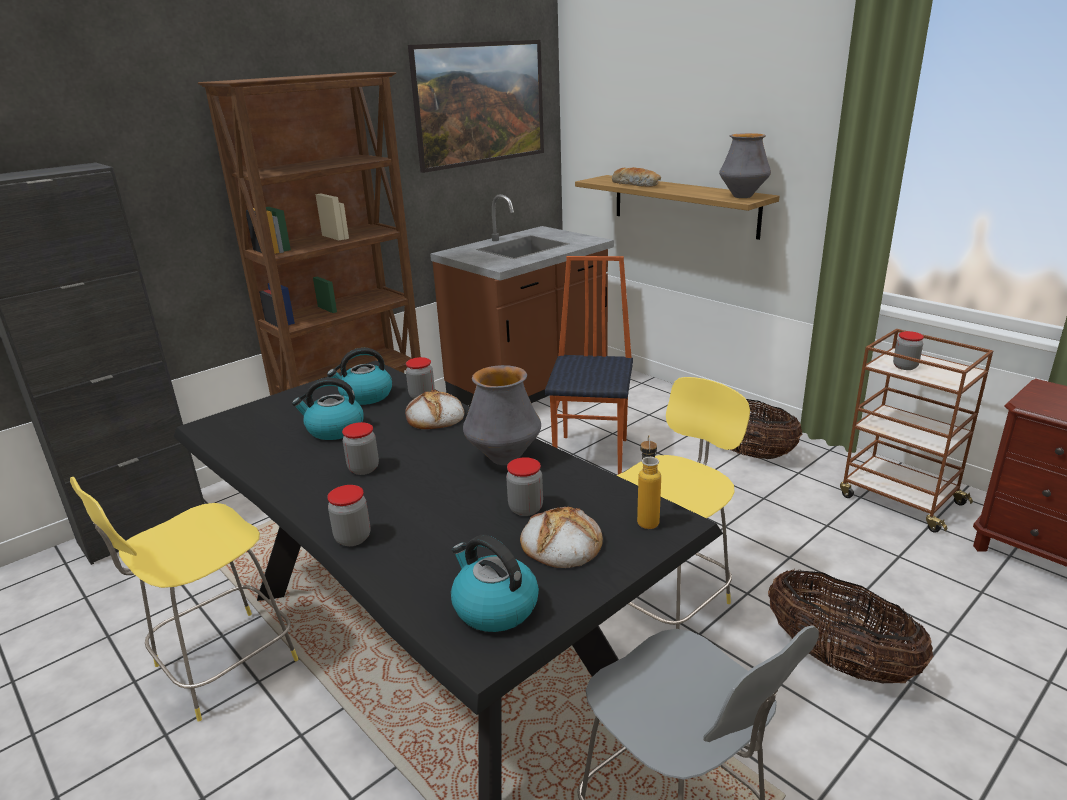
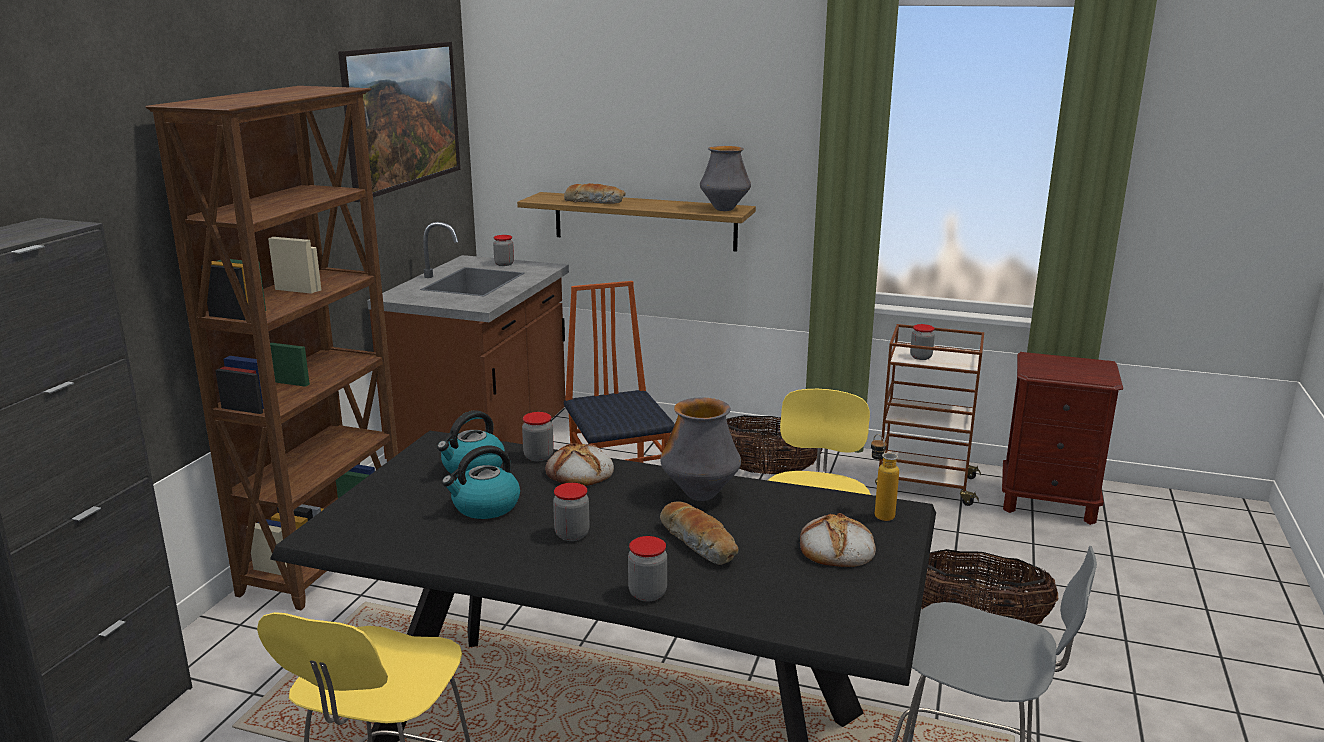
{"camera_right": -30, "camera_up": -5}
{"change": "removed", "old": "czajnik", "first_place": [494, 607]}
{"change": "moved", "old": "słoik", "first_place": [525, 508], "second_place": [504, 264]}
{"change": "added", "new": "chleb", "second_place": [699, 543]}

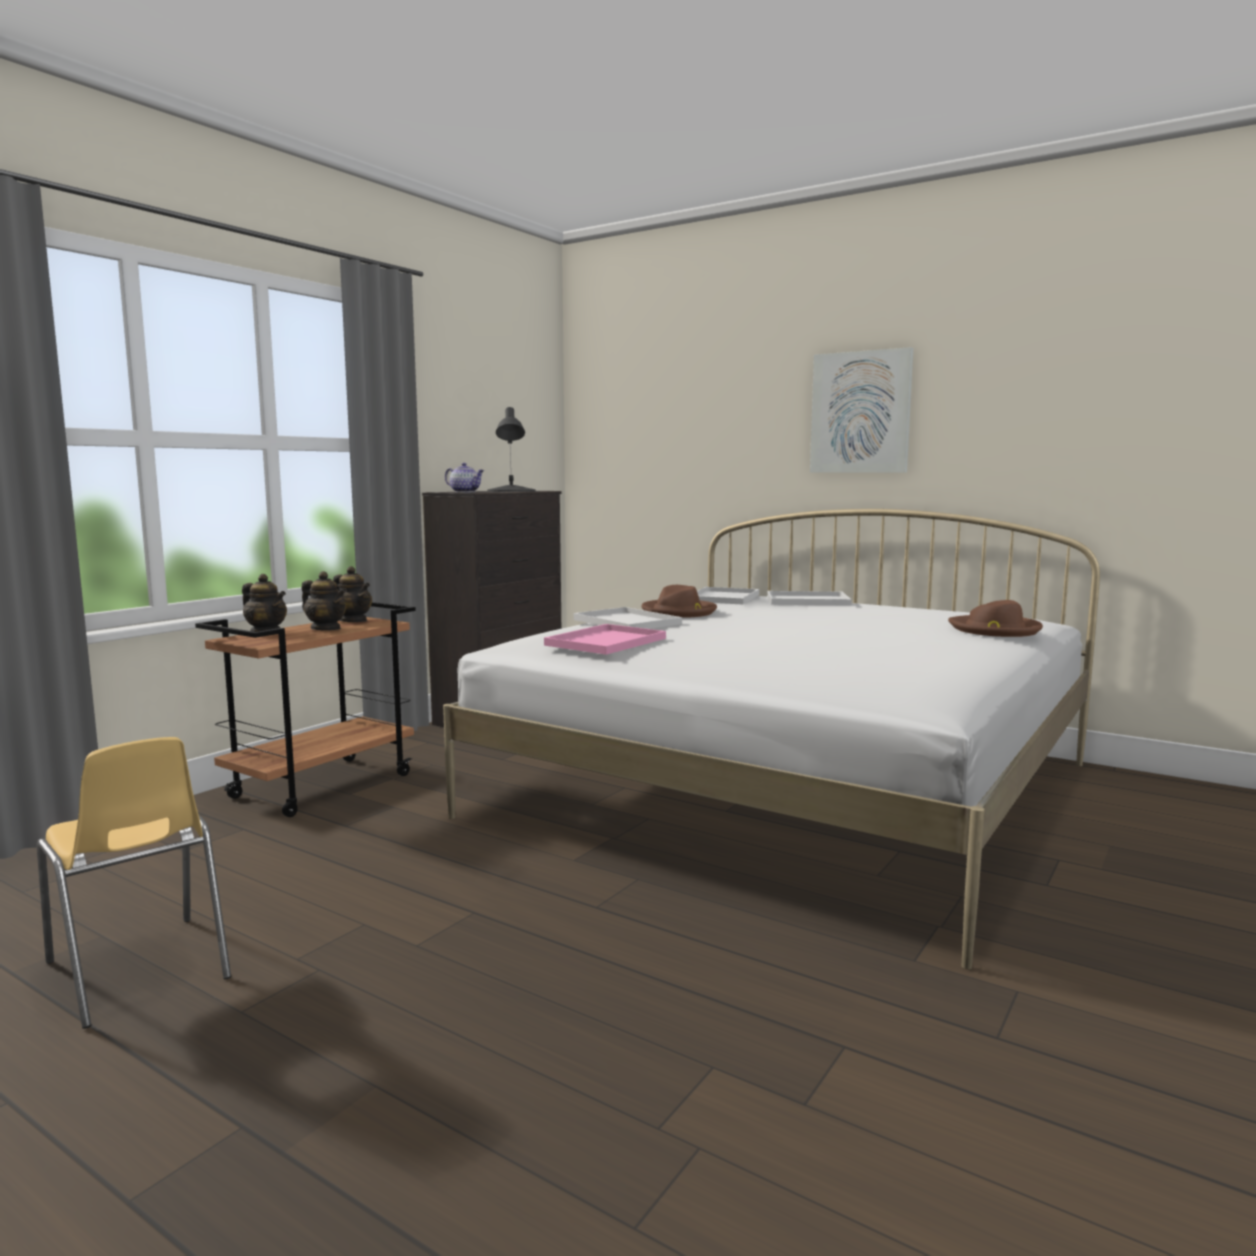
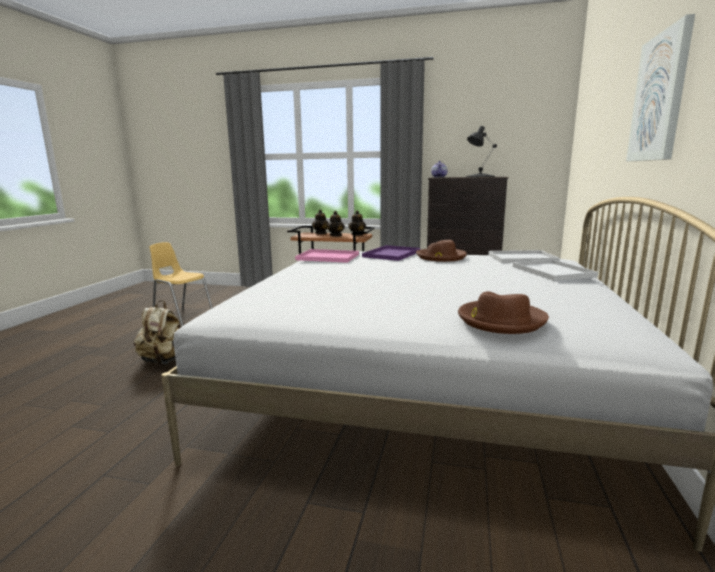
{"camera_right": 70, "camera_up": 5}
{"change": "turned", "old": "krzesło/żółty", "first_place": [139, 971], "second_place": [183, 317], "degrees": 90}
{"change": "recoloured", "old": "taca/biały", "new": "taca/fioletowy", "first_place": [629, 622], "second_place": [391, 254]}
{"change": "added", "new": "plecak/beżowy", "second_place": [163, 361]}

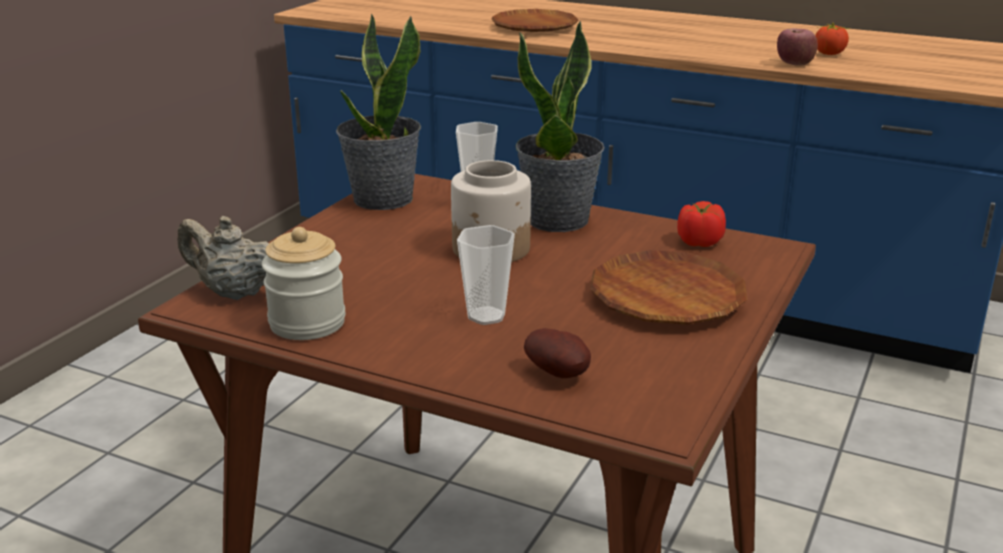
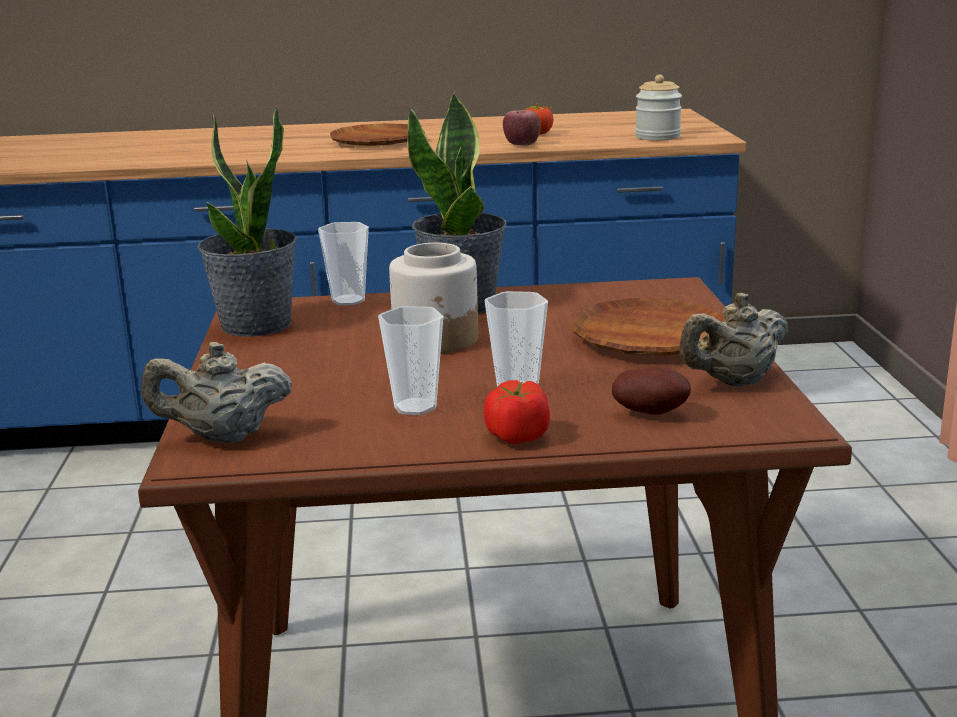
{"camera_right": -30, "camera_up": -5}
{"change": "moved", "old": "słoik", "first_place": [307, 323], "second_place": [657, 137]}
{"change": "moved", "old": "talerz/brązowy", "first_place": [534, 27], "second_place": [377, 142]}
{"change": "moved", "old": "pomidor", "first_place": [699, 242], "second_place": [517, 437]}
{"change": "added", "new": "filiżanka", "second_place": [415, 407]}
{"change": "added", "new": "imbryk/beżowy", "second_place": [733, 382]}

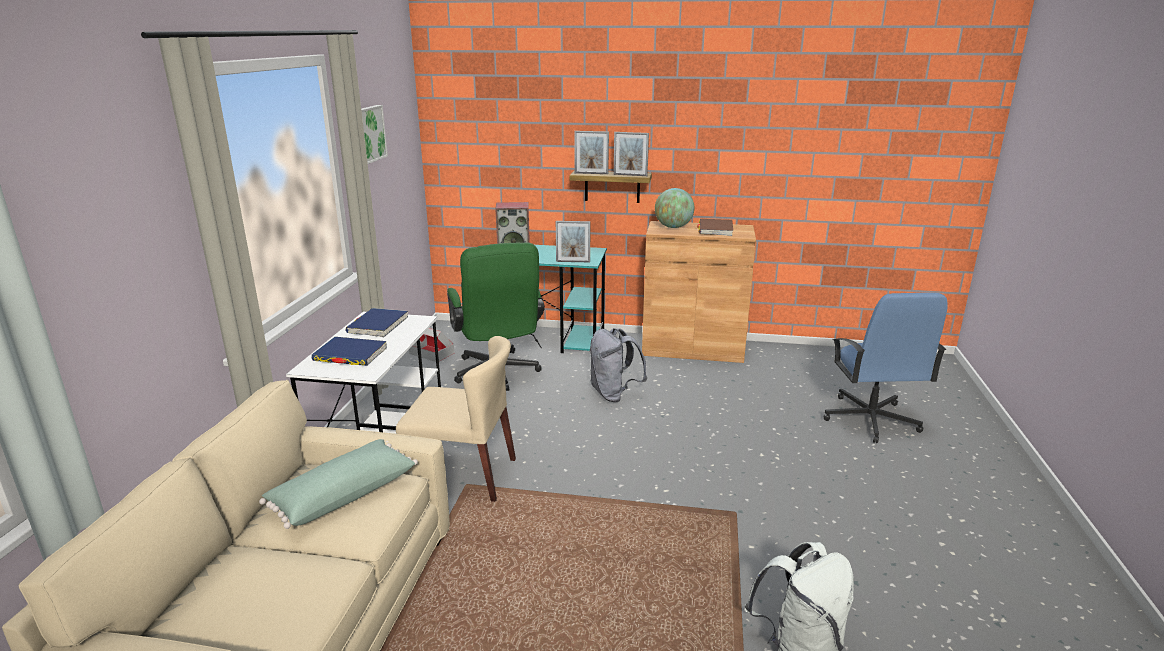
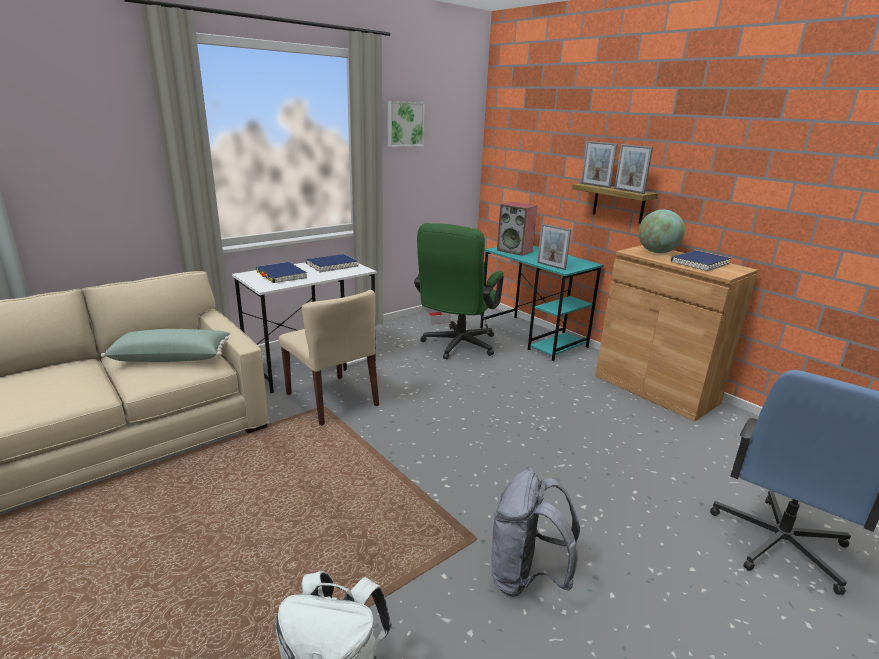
{"camera_right": 40, "camera_up": 0}
{"change": "moved", "old": "plecak/szary", "first_place": [614, 394], "second_place": [526, 577]}
{"change": "recoloured", "old": "książka/brązowy", "new": "książka/niebieski", "first_place": [715, 229], "second_place": [699, 263]}

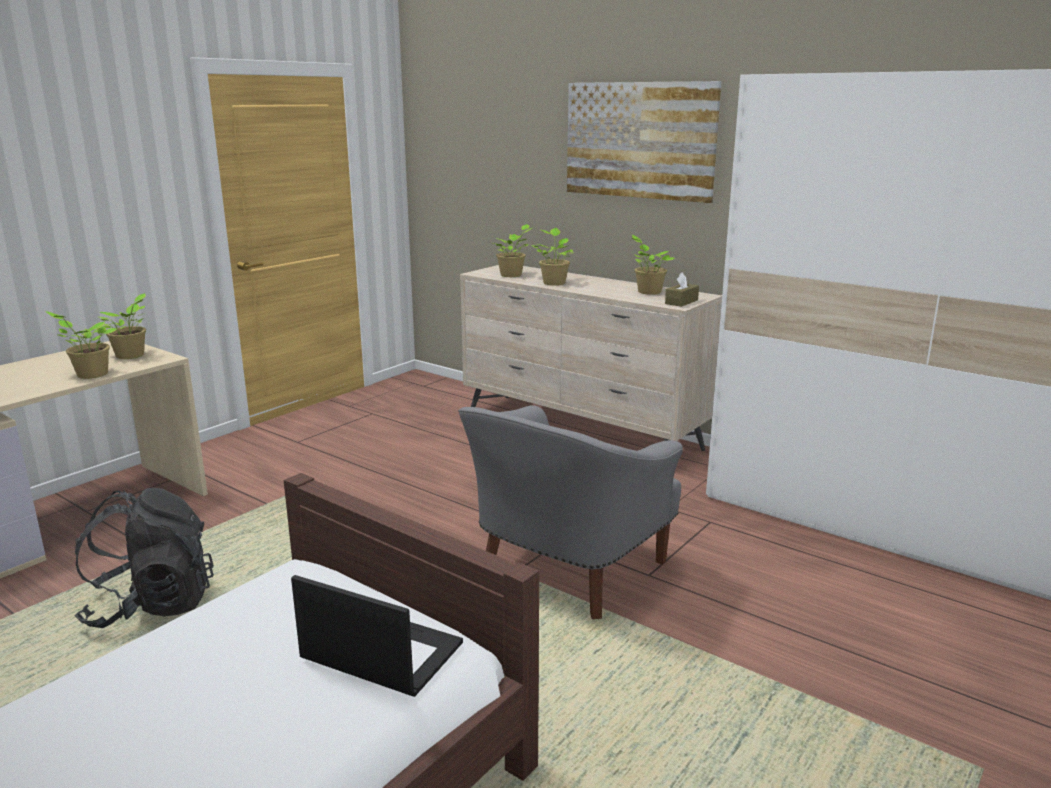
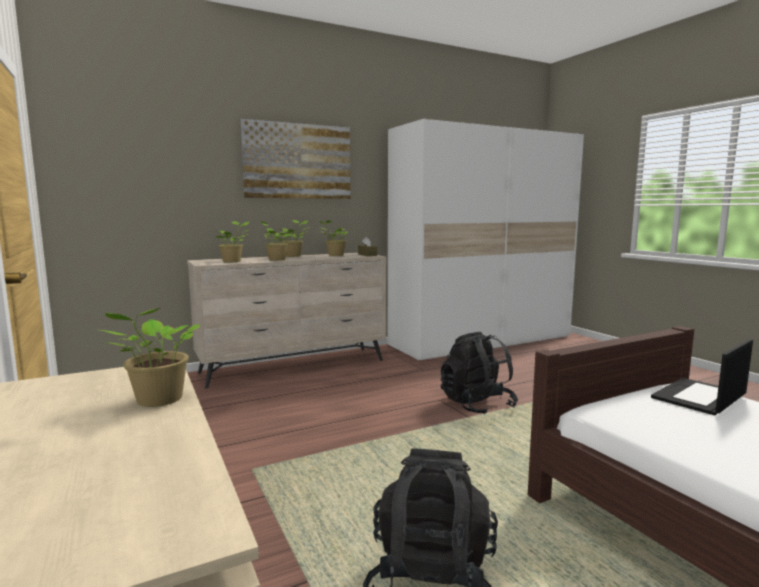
{"camera_right": -65, "camera_up": -10}
{"change": "moved", "old": "roślina doniczkowa", "first_place": [132, 356], "second_place": [294, 256]}
{"change": "replaced", "old": "fotel/szary", "new": "plecak/czarny", "first_place": [566, 571], "second_place": [476, 405]}

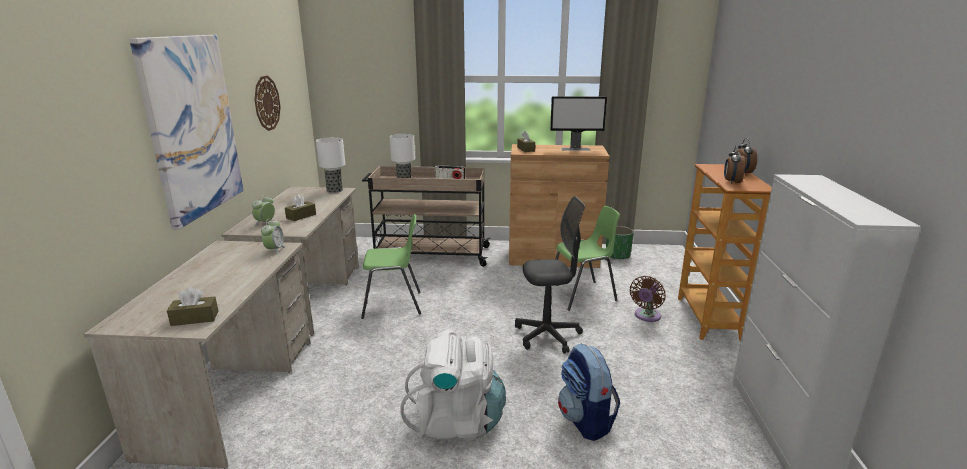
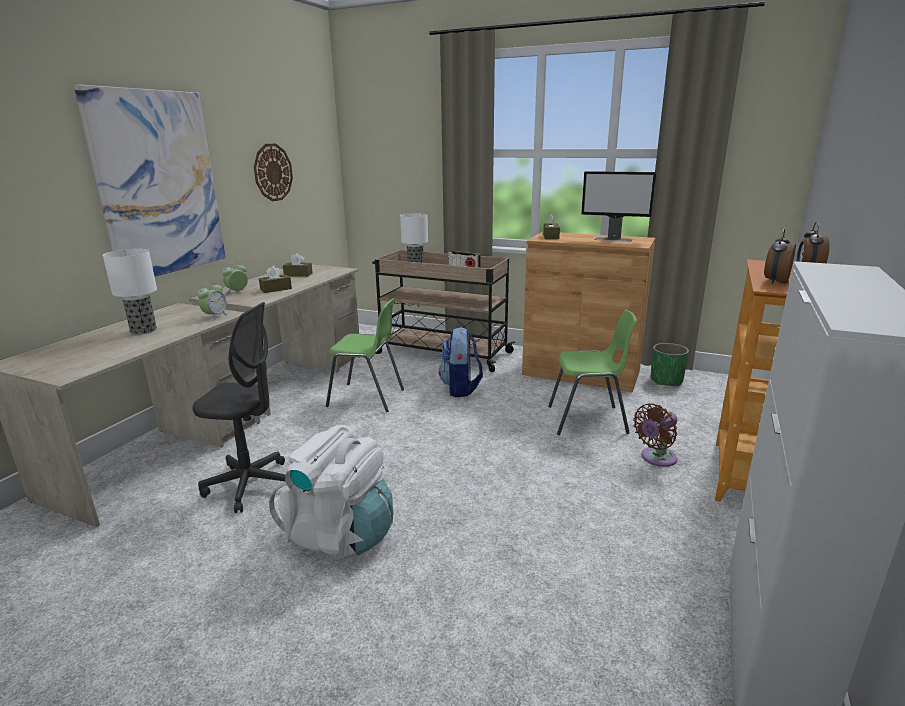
{"camera_right": 20, "camera_up": 0}
{"change": "moved", "old": "pudełko chusteczek/brązowy", "first_place": [195, 318], "second_place": [298, 274]}
{"change": "moved", "old": "lampa stołowa", "first_place": [334, 191], "second_place": [143, 331]}
{"change": "moved", "old": "krzesło biurowe/szary", "first_place": [547, 336], "second_place": [250, 485]}
{"change": "moved", "old": "plecak", "first_place": [586, 420], "second_place": [461, 388]}

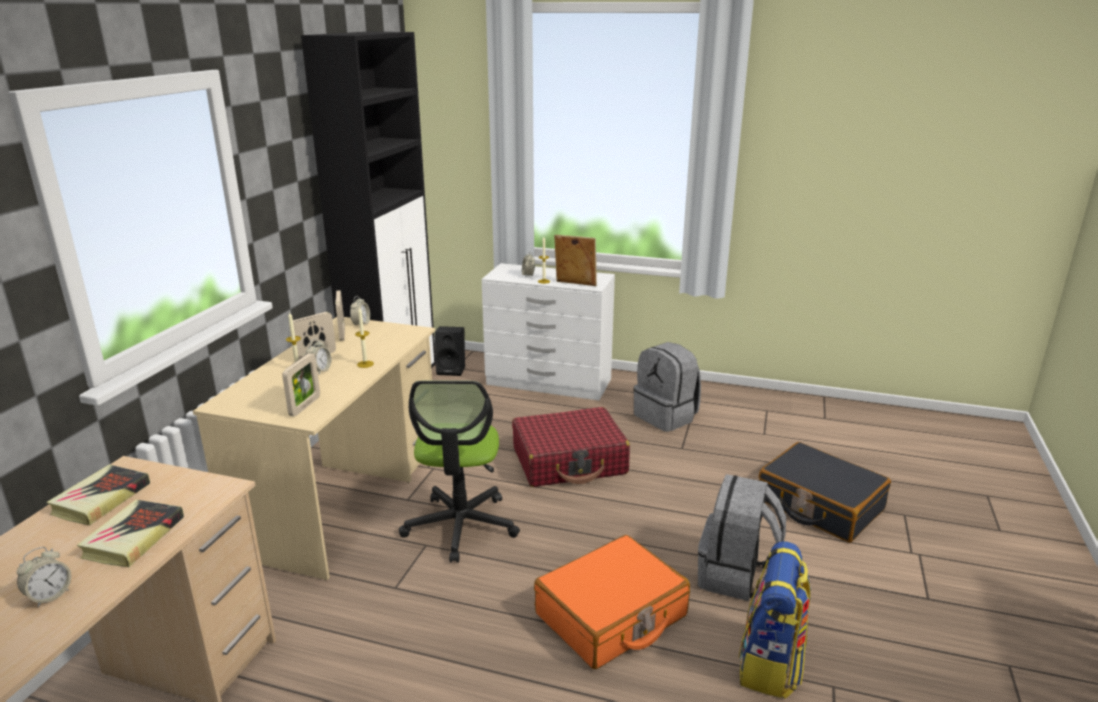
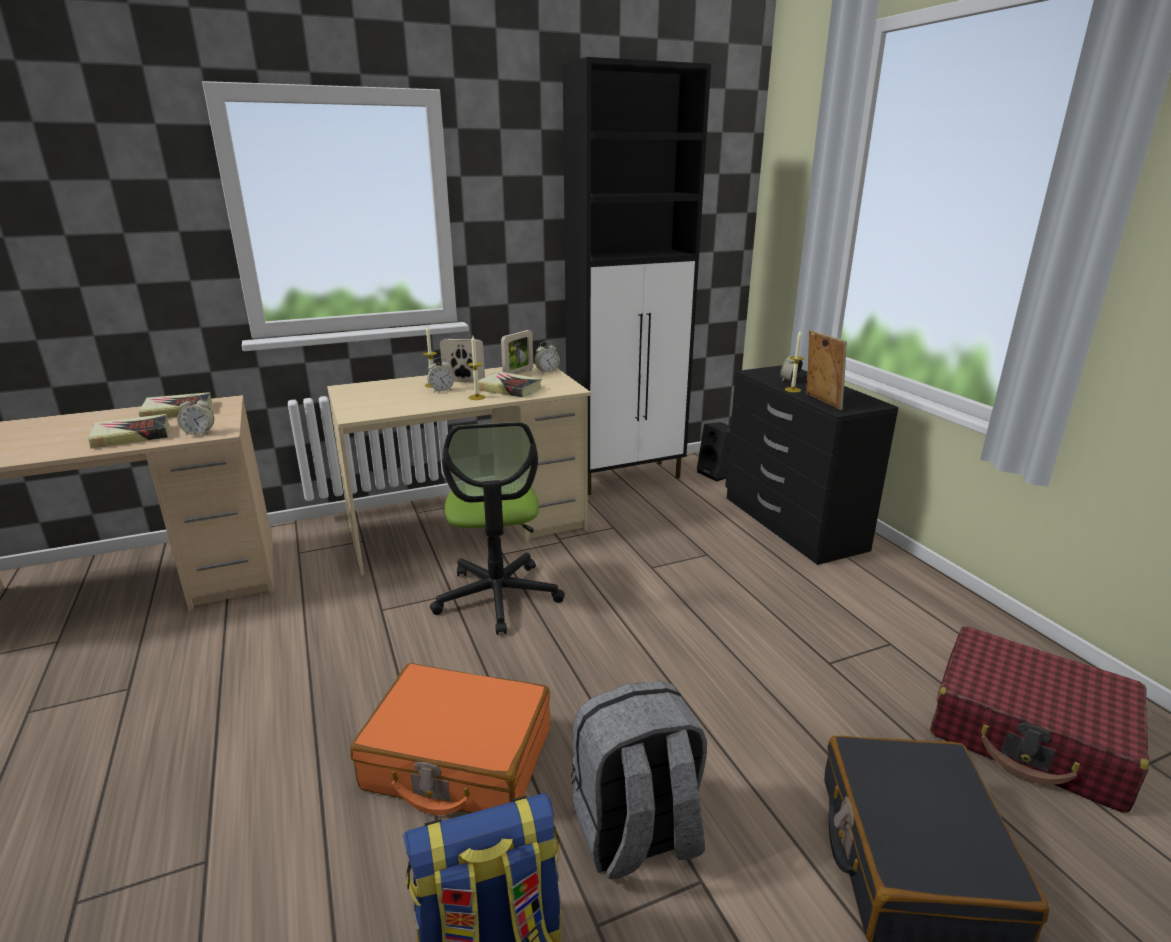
{"camera_right": 50, "camera_up": 0}
{"change": "moved", "old": "budzik", "first_place": [49, 596], "second_place": [199, 433]}
{"change": "removed", "old": "ramka na zdjęcie", "first_place": [305, 406]}
{"change": "turned", "old": "krzesło biurowe", "first_place": [461, 526], "second_place": [497, 597], "degrees": -60}
{"change": "recoloured", "old": "komoda/biały", "new": "komoda/czarny", "first_place": [549, 382], "second_place": [792, 523]}
{"change": "moved", "old": "walizka/czerwony", "first_place": [569, 461], "second_place": [1029, 734]}
{"change": "removed", "old": "plecak/szary", "first_place": [666, 416]}
{"change": "added", "new": "książka", "second_place": [509, 389]}

